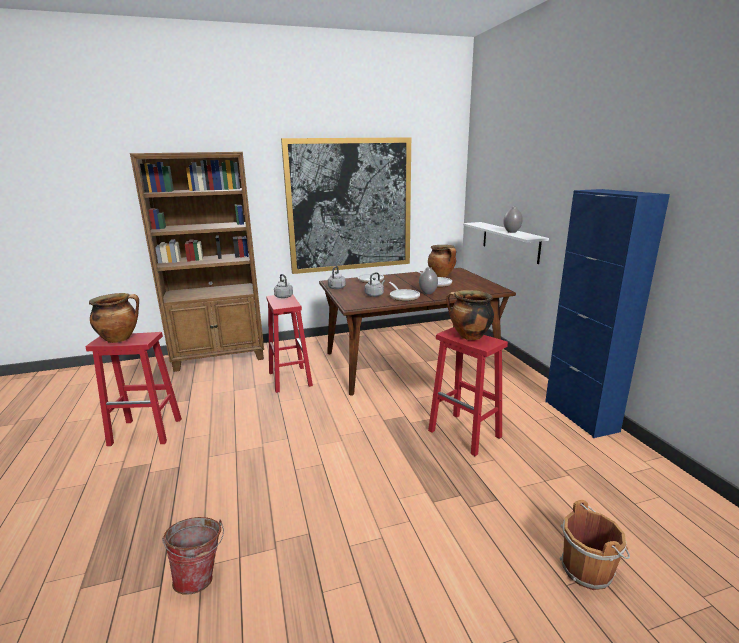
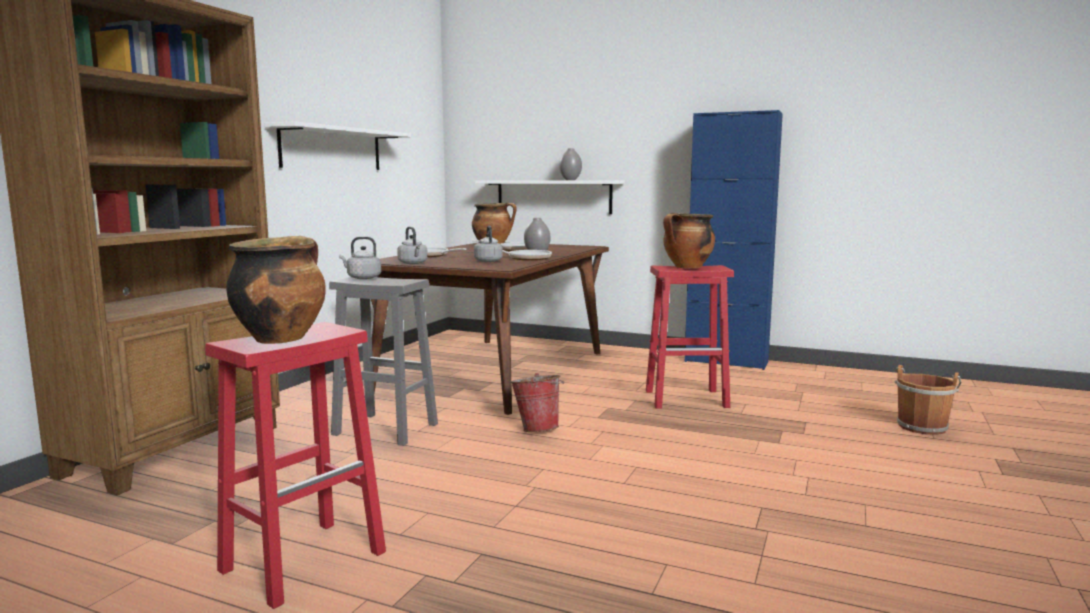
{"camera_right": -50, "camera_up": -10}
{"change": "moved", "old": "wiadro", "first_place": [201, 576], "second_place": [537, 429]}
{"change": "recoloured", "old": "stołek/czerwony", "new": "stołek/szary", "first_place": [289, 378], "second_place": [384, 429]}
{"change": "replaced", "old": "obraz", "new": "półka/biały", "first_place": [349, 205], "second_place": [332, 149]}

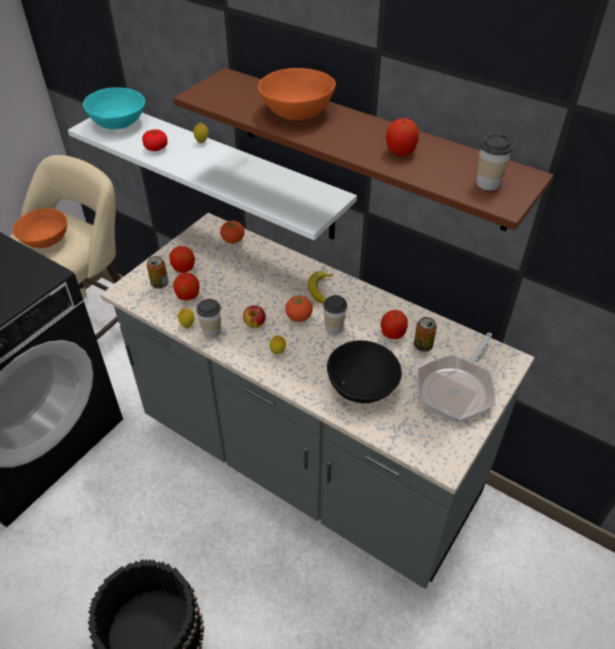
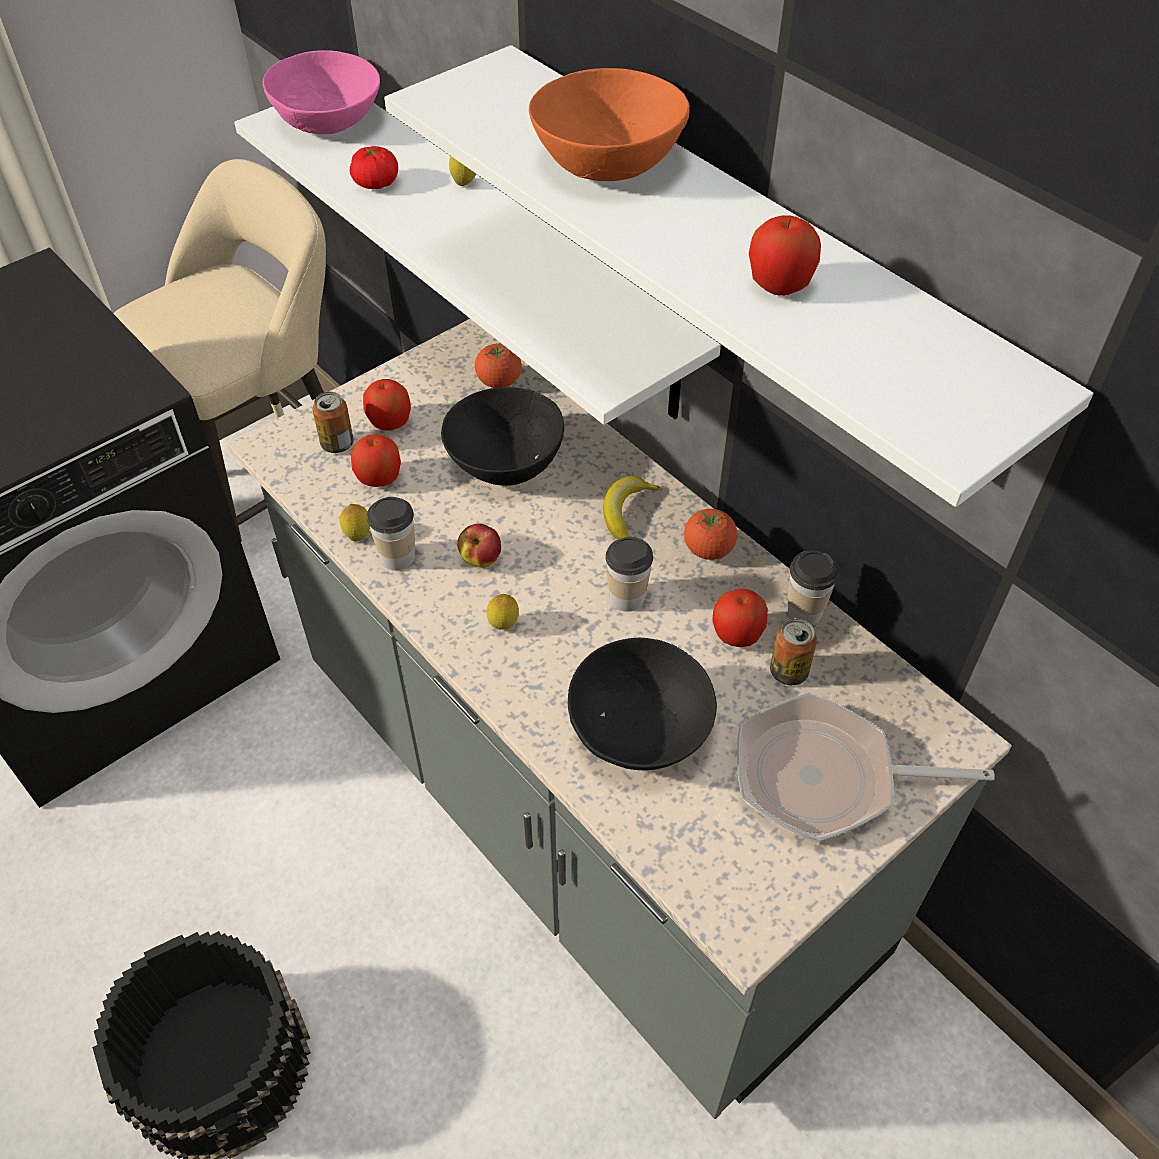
{"camera_right": 15, "camera_up": 5}
{"change": "removed", "old": "miska/pomarańczowy", "first_place": [45, 240]}
{"change": "recoloured", "old": "miska/turkusowy", "new": "miska/różowy", "first_place": [118, 122], "second_place": [328, 121]}
{"change": "recoloured", "old": "półka/brązowy", "new": "półka/biały", "first_place": [369, 147], "second_place": [747, 256]}
{"change": "moved", "old": "pomidor", "first_place": [299, 317], "second_place": [708, 550]}
{"change": "turned", "old": "patelnia", "first_place": [457, 389], "second_place": [825, 778], "degrees": 45}
{"change": "moved", "old": "filiżanka", "first_place": [487, 183], "second_place": [804, 612]}
{"change": "added", "new": "miska/czarny", "second_place": [504, 461]}

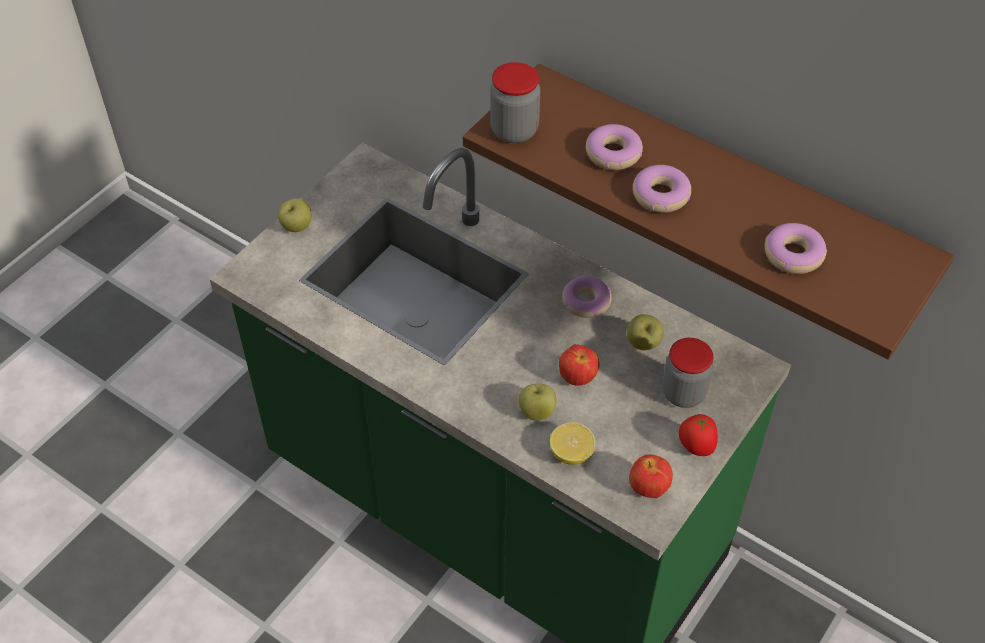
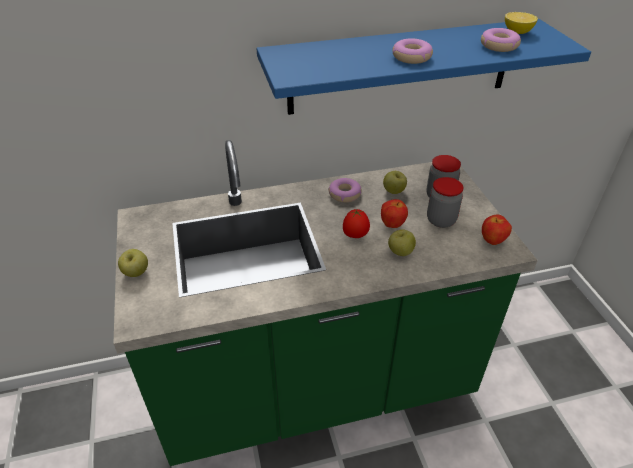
{"camera_right": -50, "camera_up": -10}
{"change": "recoloured", "old": "półka/brązowy", "new": "półka/niebieski", "first_place": [724, 192], "second_place": [401, 67]}
{"change": "moved", "old": "słoik", "first_place": [514, 130], "second_place": [441, 220]}
{"change": "moved", "old": "cytryna", "first_place": [571, 453], "second_place": [517, 32]}
{"change": "removed", "old": "donut", "first_place": [613, 154]}
{"change": "moved", "old": "pomidor", "first_place": [695, 447], "second_place": [355, 235]}

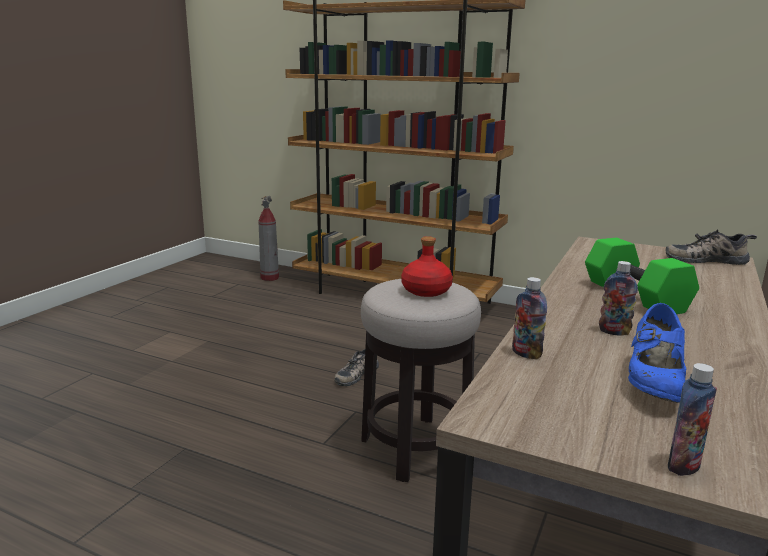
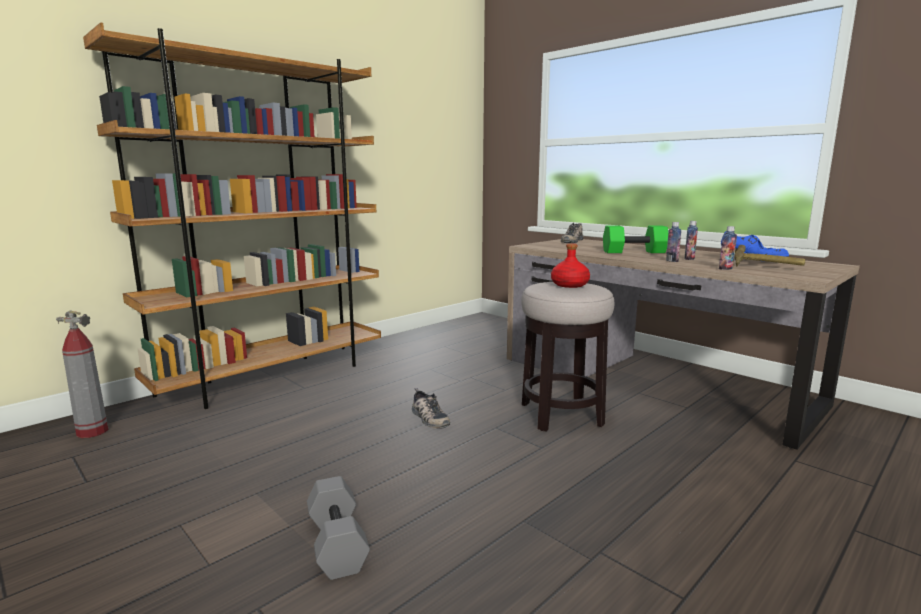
{"camera_right": -70, "camera_up": -5}
{"change": "moved", "old": "butelka", "first_place": [683, 466], "second_place": [672, 261]}
{"change": "added", "new": "hantel/szary", "second_place": [335, 543]}
{"change": "added", "new": "młotek", "second_place": [766, 268]}

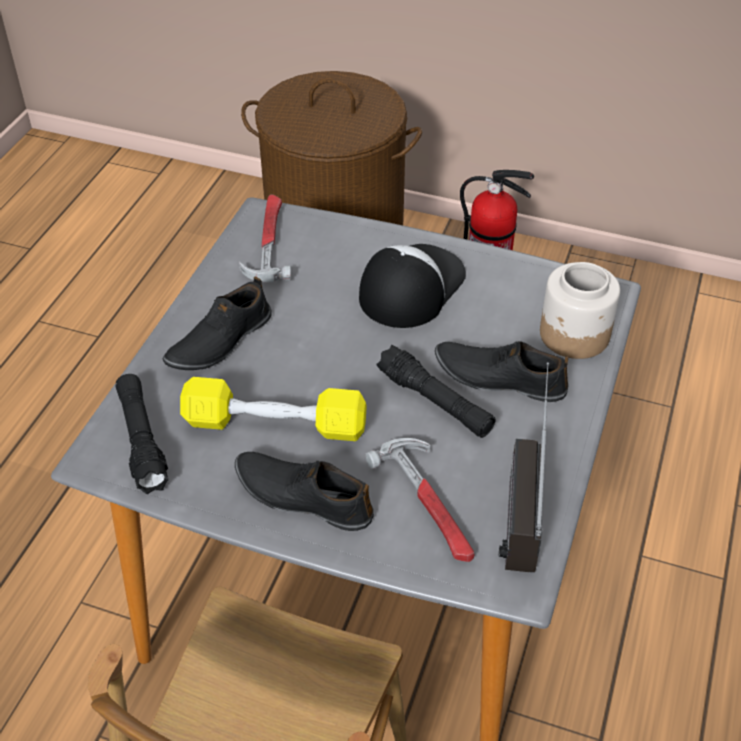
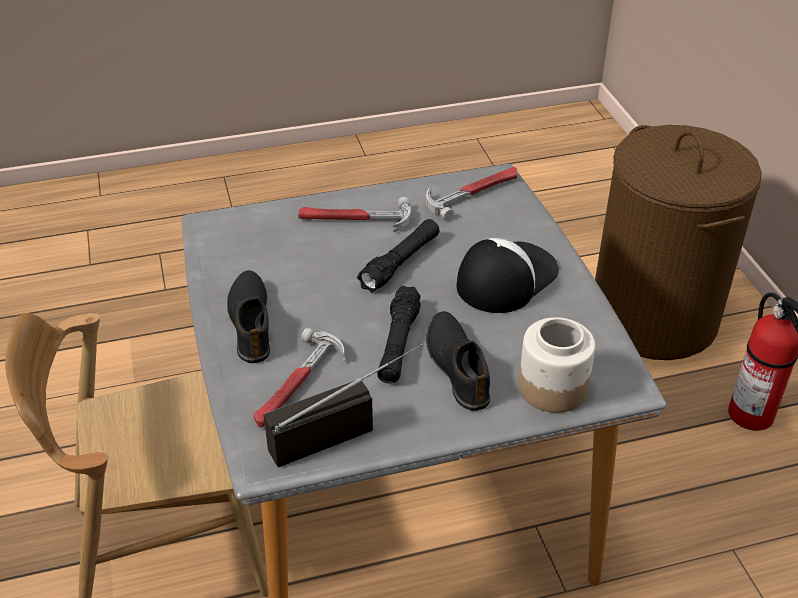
{"camera_right": 55, "camera_up": -5}
{"change": "moved", "old": "latarka/czarny", "first_place": [142, 440], "second_place": [400, 263]}
{"change": "replaced", "old": "but/czarny", "new": "młotek", "first_place": [219, 341], "second_place": [354, 220]}
{"change": "removed", "old": "hantel/żółty", "first_place": [275, 424]}
{"change": "turned", "old": "czapka z daszkiem", "first_place": [410, 287], "second_place": [505, 278], "degrees": -45}

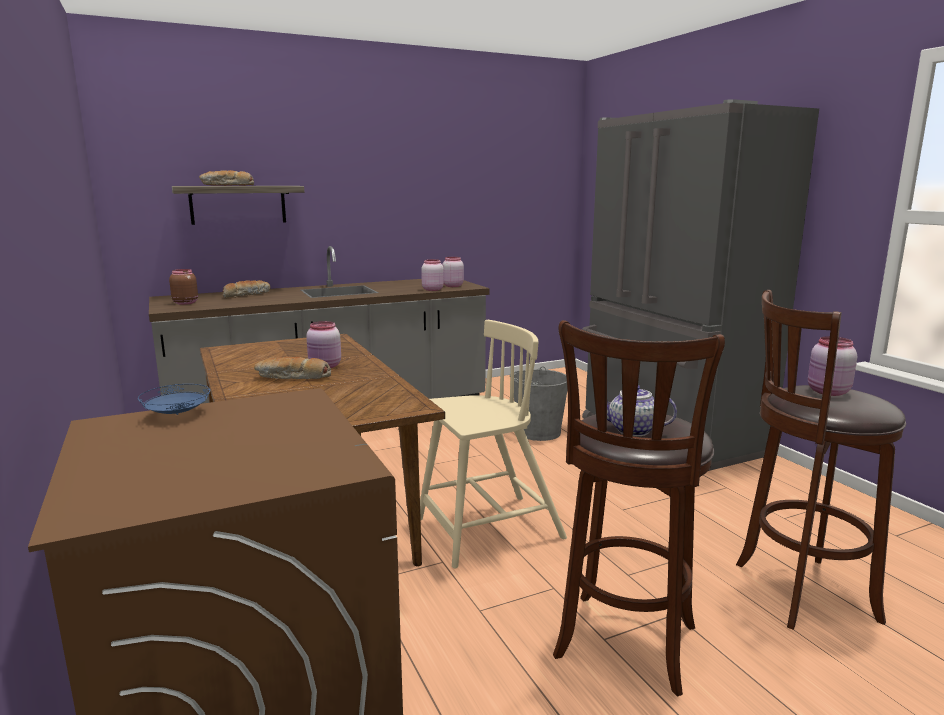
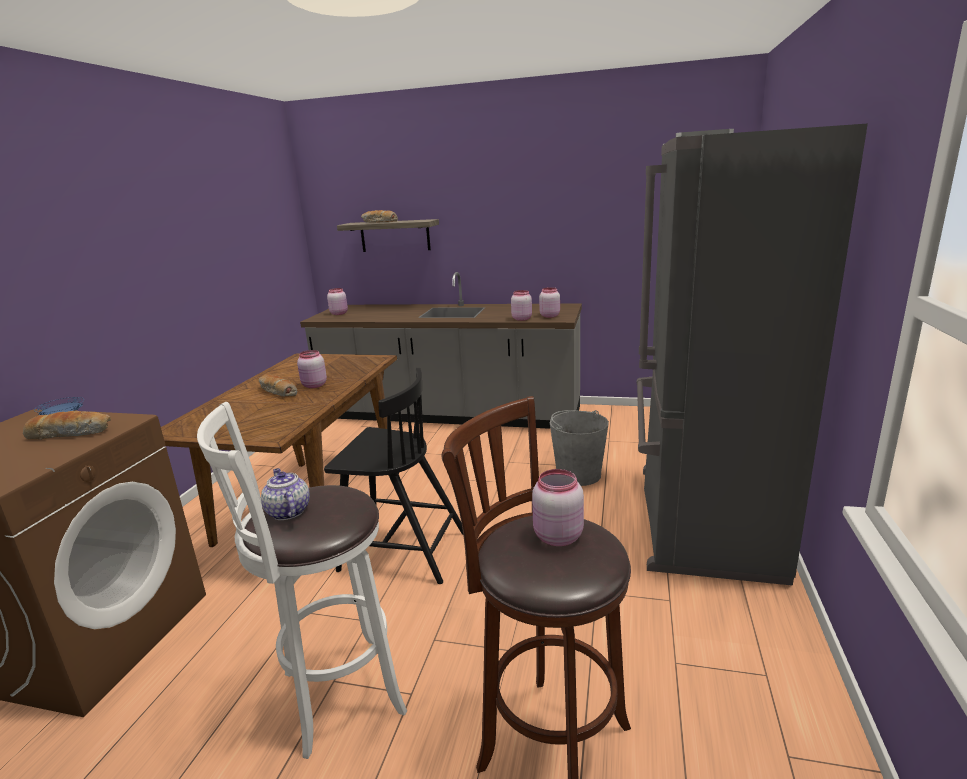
{"camera_right": 40, "camera_up": 5}
{"change": "recoloured", "old": "słoik/brązowy", "new": "słoik/różowy", "first_place": [185, 303], "second_place": [339, 313]}
{"change": "moved", "old": "chleb", "first_place": [246, 295], "second_place": [71, 433]}
{"change": "recoloured", "old": "krzesło/beżowy", "new": "krzesło/czarny", "first_place": [487, 530], "second_place": [401, 551]}
{"change": "recoloured", "old": "stołek/brązowy", "new": "stołek/biały", "first_place": [624, 646], "second_place": [335, 695]}

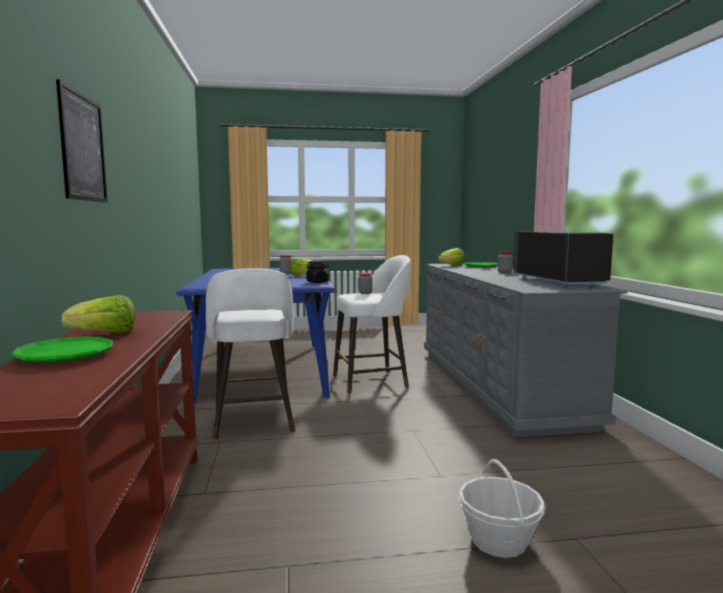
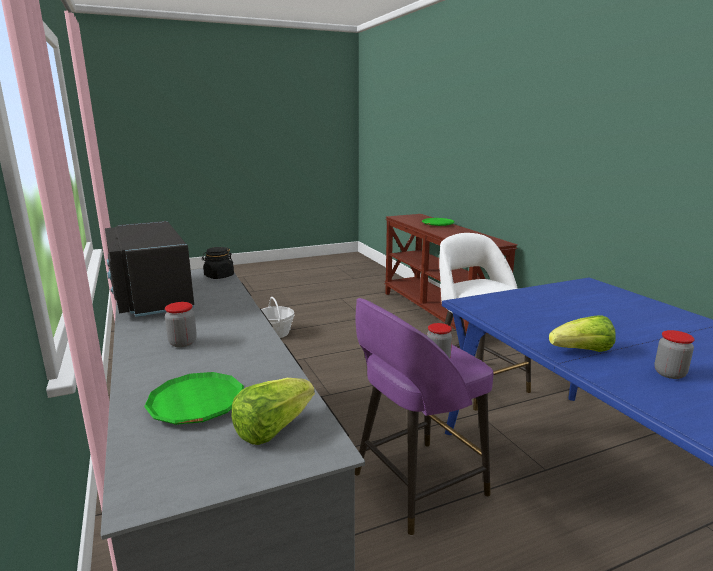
{"camera_right": 165, "camera_up": 10}
{"change": "removed", "old": "obraz", "first_place": [83, 147]}
{"change": "removed", "old": "sałata", "first_place": [105, 334]}
{"change": "moved", "old": "słoik/czarny", "first_place": [317, 282], "second_place": [219, 276]}
{"change": "recoloured", "old": "stołek/biały", "new": "stołek/fioletowy", "first_place": [372, 381], "second_place": [416, 485]}

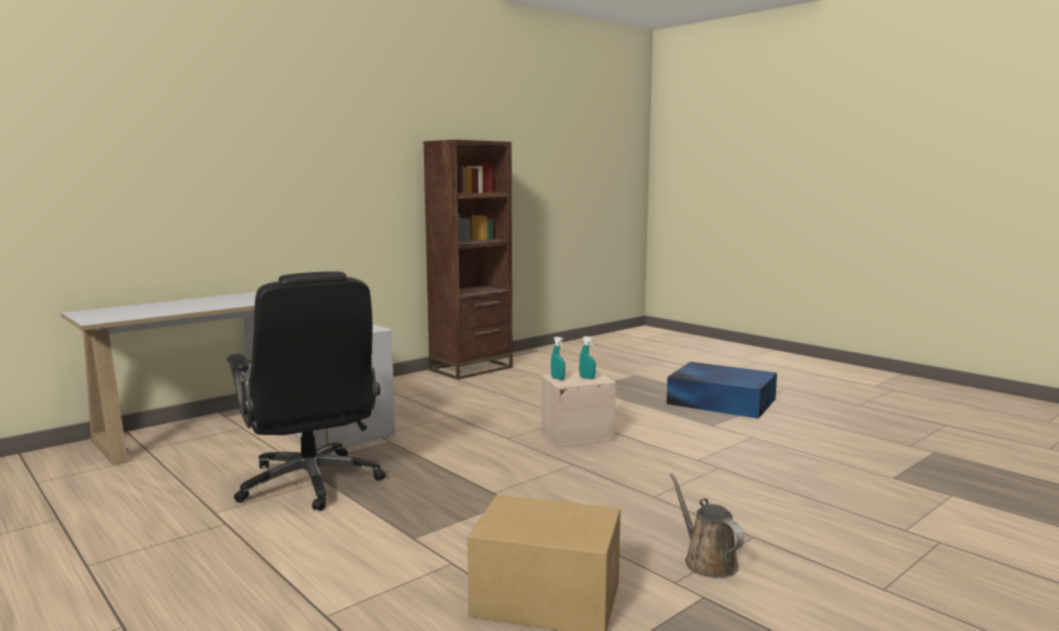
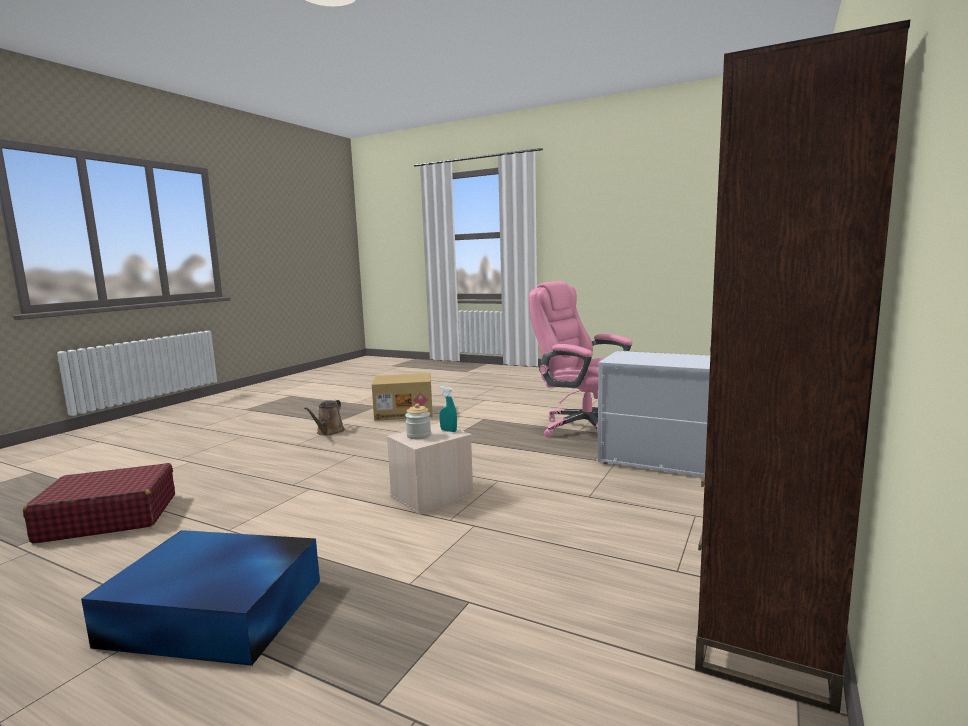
{"camera_right": 160, "camera_up": 0}
{"change": "recoloured", "old": "krzesło biurowe/czarny", "new": "krzesło biurowe/różowy", "first_place": [311, 483], "second_place": [584, 428]}
{"change": "replaced", "old": "spryskiwacz/turkusowy", "new": "słoik", "first_place": [587, 378], "second_place": [418, 436]}
{"change": "turned", "old": "konewka/brązowy", "first_place": [707, 561], "second_place": [329, 432], "degrees": 60}
{"change": "added", "new": "walizka/czerwony", "second_place": [108, 518]}

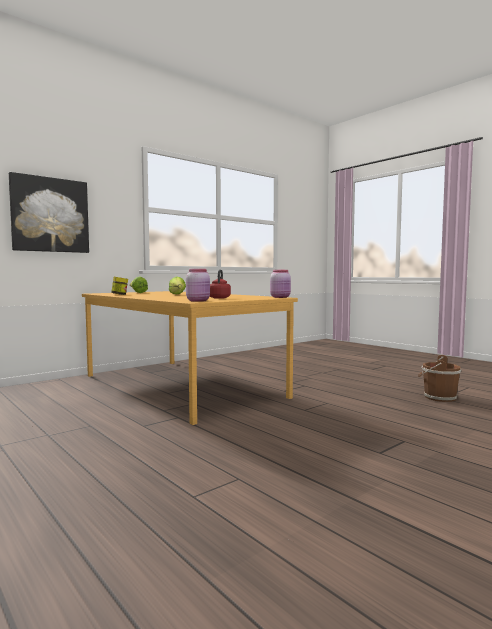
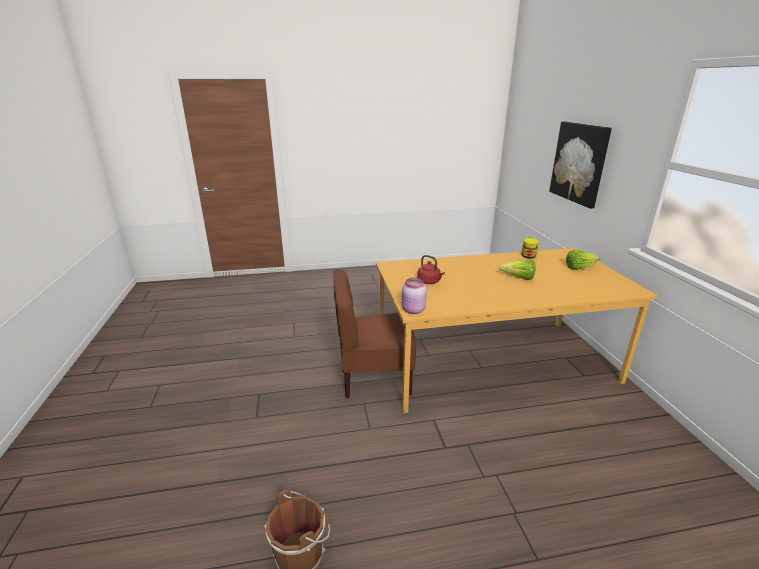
{"camera_right": 120, "camera_up": 20}
{"change": "removed", "old": "słoik/różowy", "first_place": [198, 301]}
{"change": "added", "new": "krzesło/brązowy", "second_place": [374, 378]}

